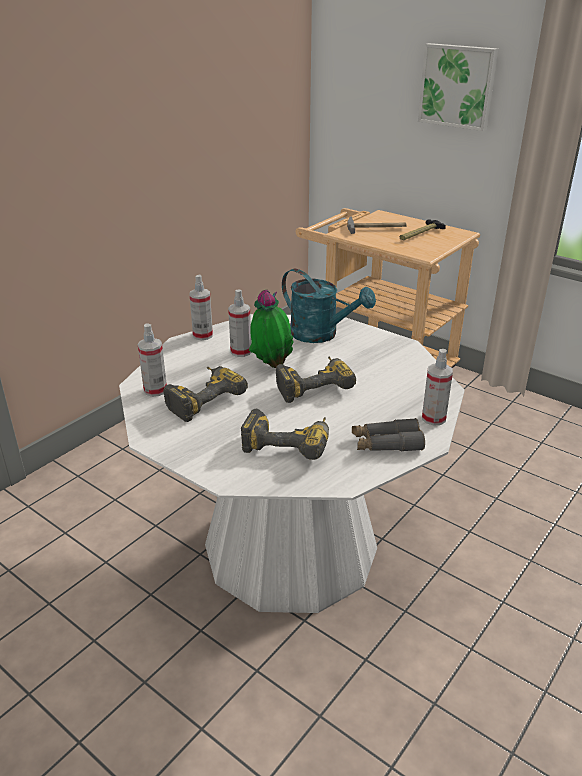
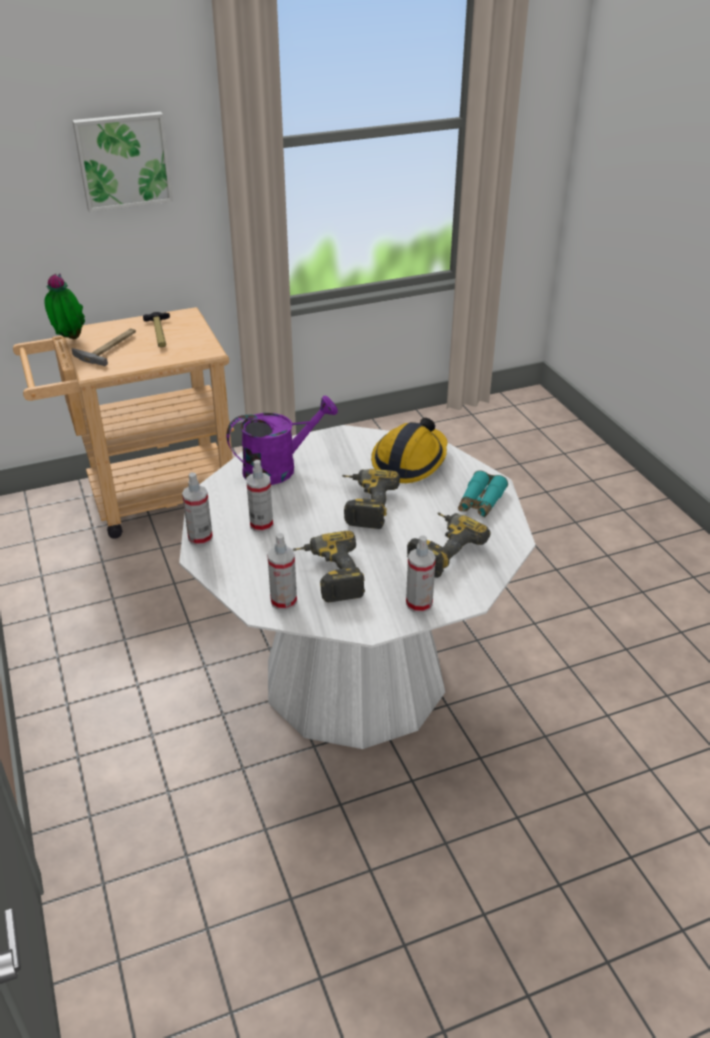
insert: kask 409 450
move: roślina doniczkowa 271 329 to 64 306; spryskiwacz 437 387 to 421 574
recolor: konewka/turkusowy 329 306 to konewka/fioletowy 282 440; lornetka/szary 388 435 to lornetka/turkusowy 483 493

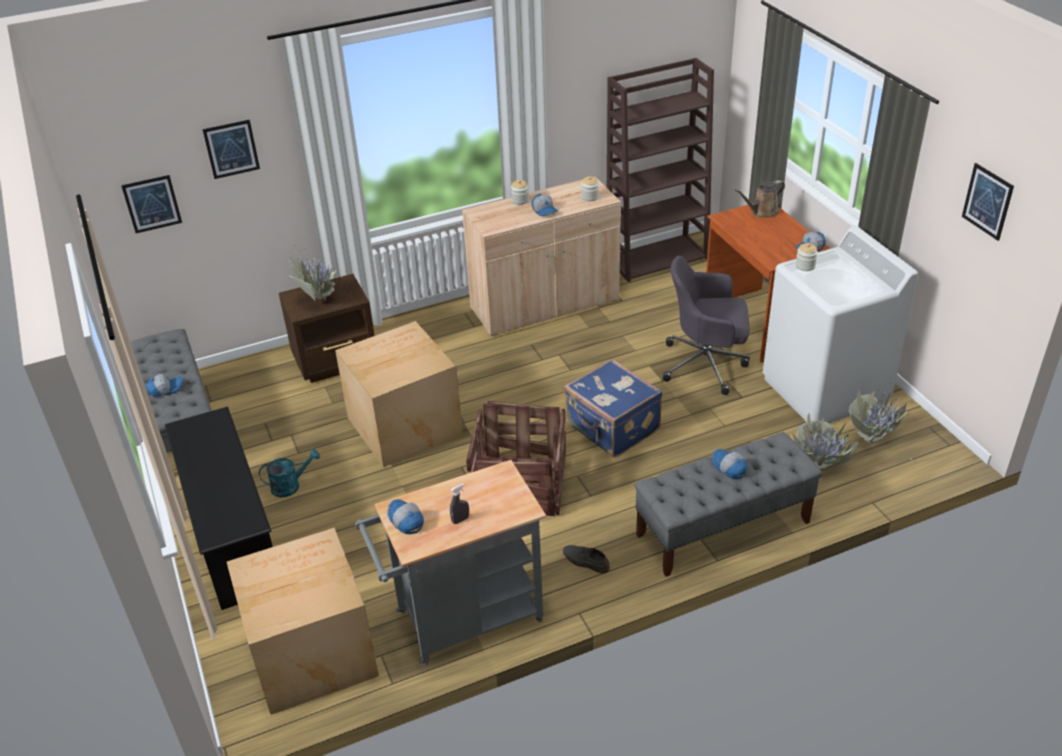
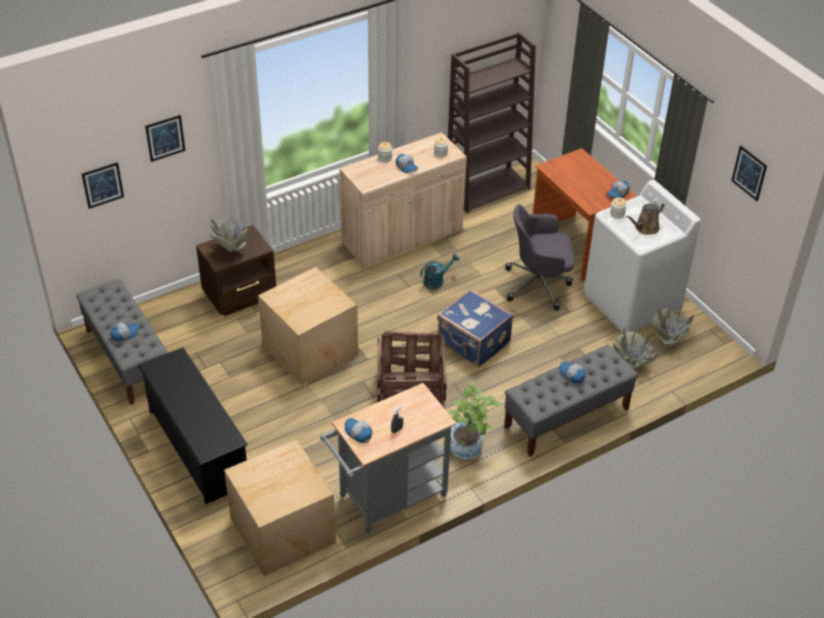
move: konewka/turkusowy 289 473 to 440 271; konewka/brązowy 760 199 to 645 218
replace: but/szary 586 559 to roślina doniczkowa 475 420

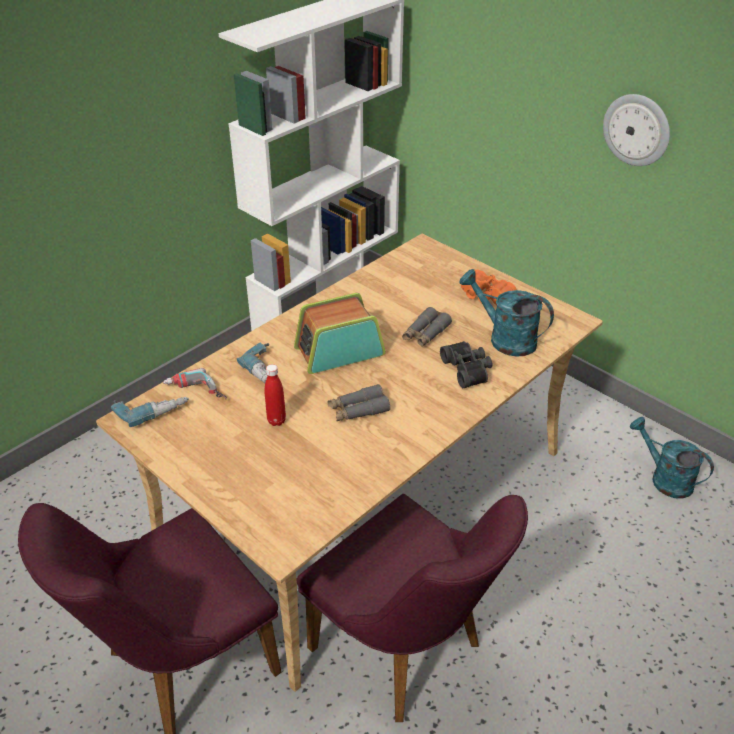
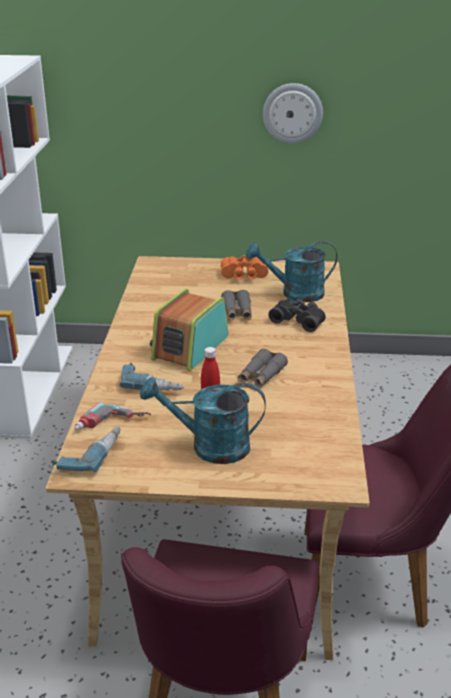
move: konewka/turkusowy 672 458 to 203 420

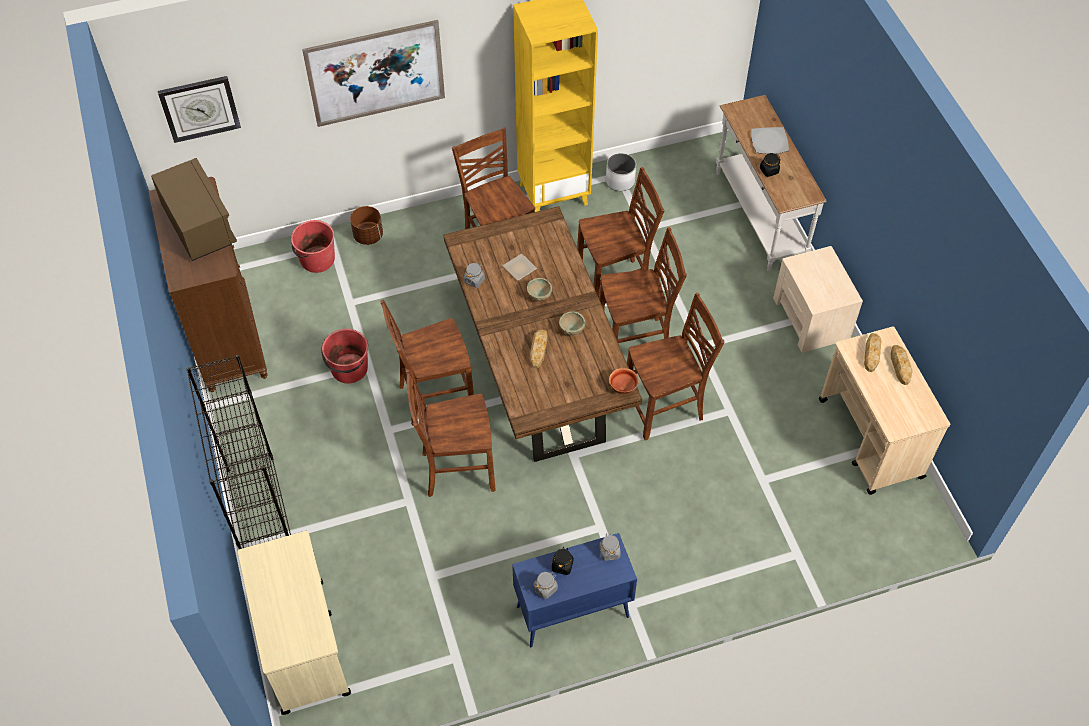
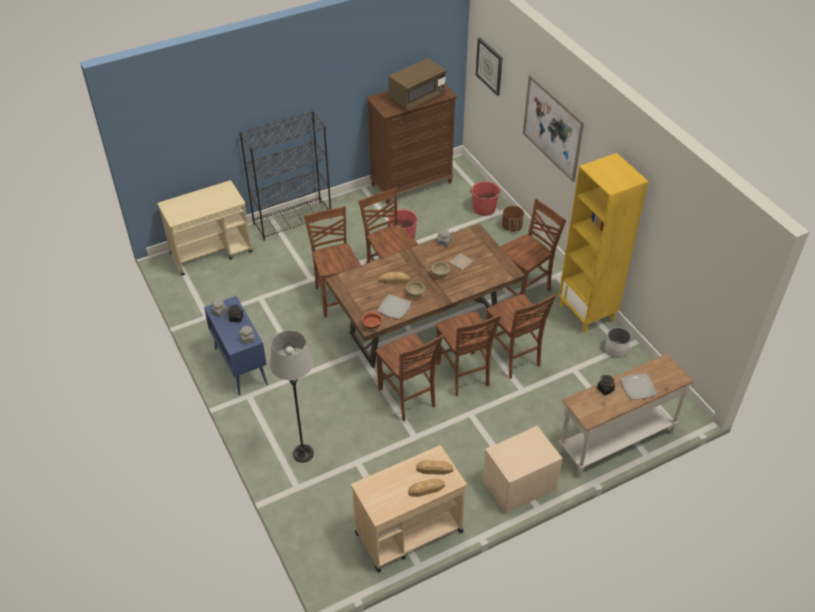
insert: lampa stojąca/szary 292 396; talerz 394 306

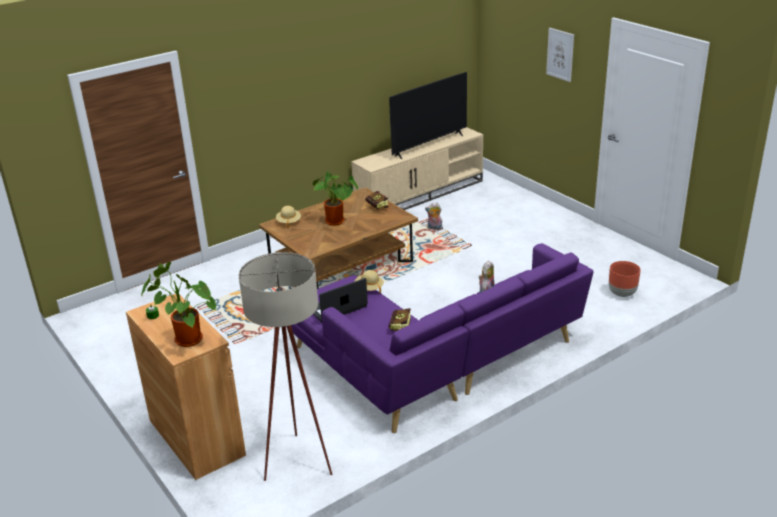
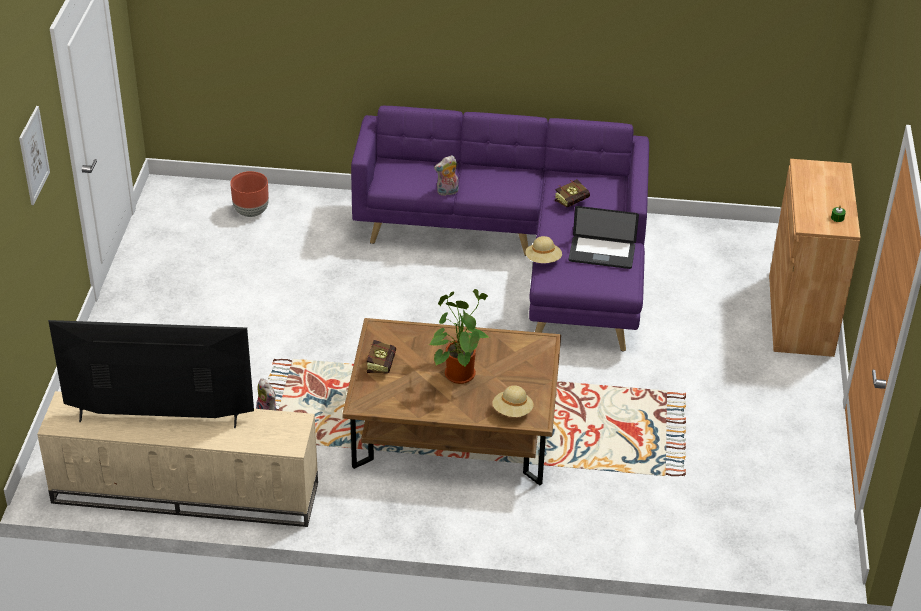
delete: roślina doniczkowa 178 304; lampa stojąca/beżowy 285 366

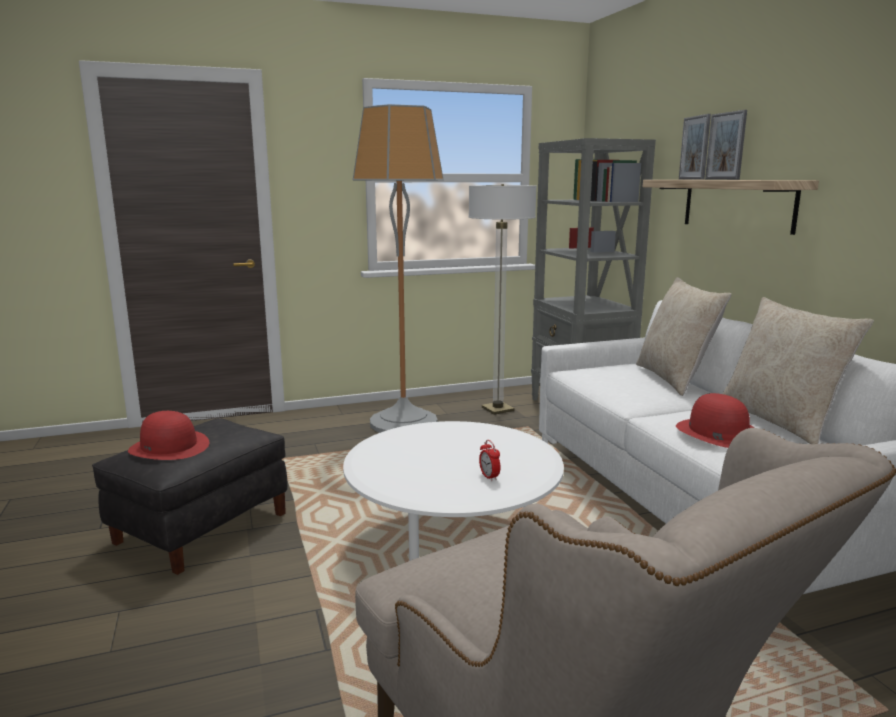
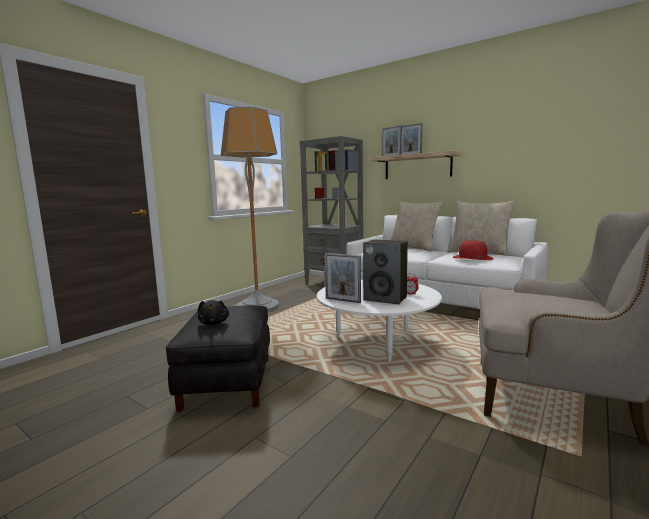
delete: lampa stojąca 503 299
insert: ramka na zdjęcie 343 278; głośnik 385 272
replace: kapelusz/czerwony 168 435 to pluszak/czarny 213 312

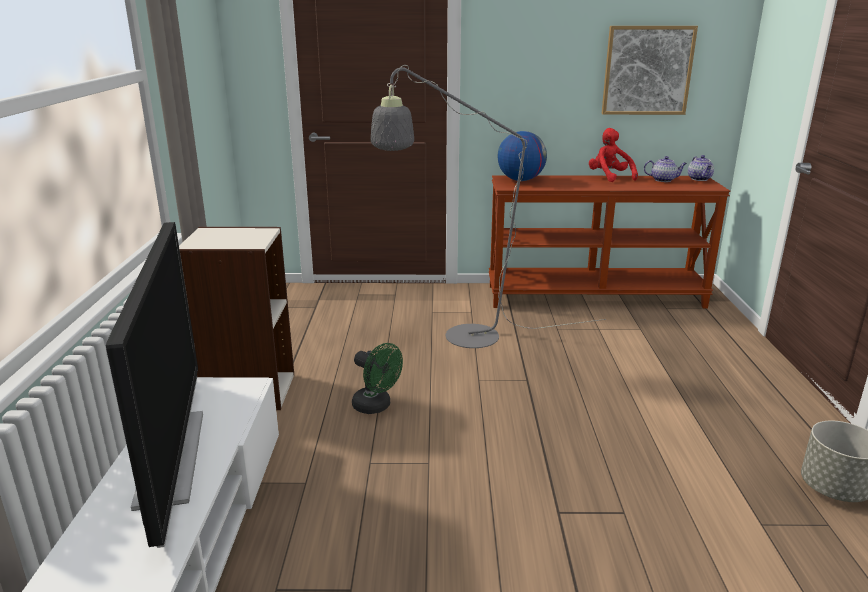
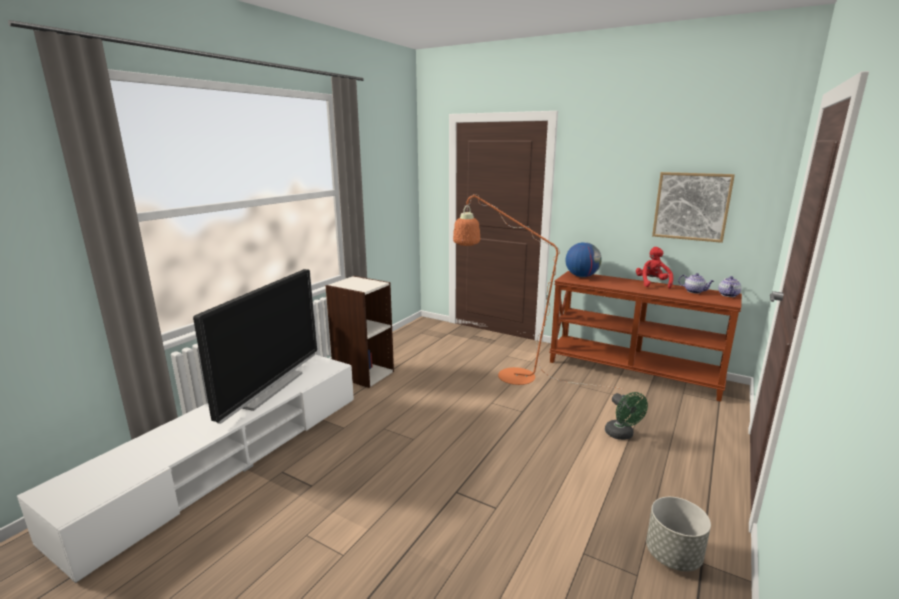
move: wentylator/zielony 377 378 to 626 416
recolor: lampa stojąca/szary 488 206 to lampa stojąca/pomarańczowy 538 291

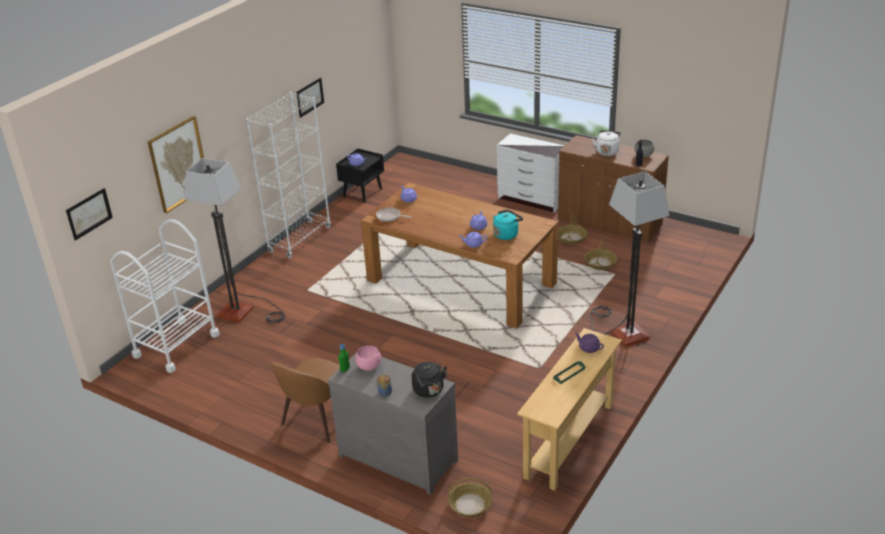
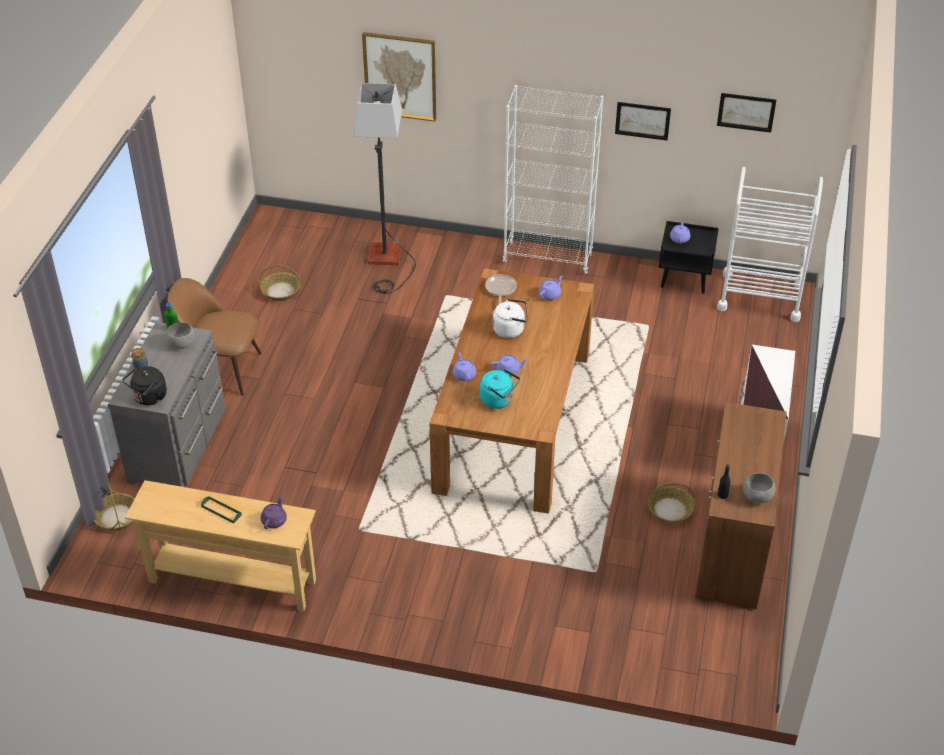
delete: lampa stojąca 629 259
move: obraz 89 214 to 746 113; wózek/biały 165 296 to 770 244; koszyk 600 254 to 280 283; czajnik/biały 606 143 to 510 318
recolor: miska/różowy 368 358 to miska/szary 180 335

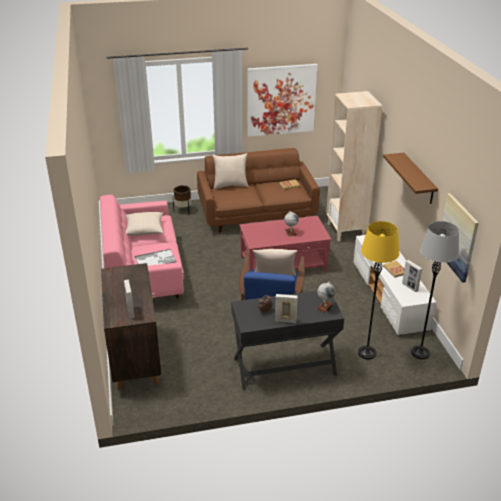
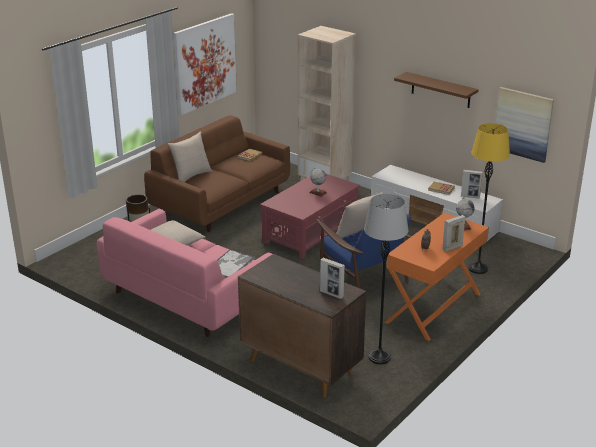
move: lampa stojąca/szary 435 290 to 386 279
recolor: biurko/czarny 287 340 to biurko/pomarańczowy 436 277

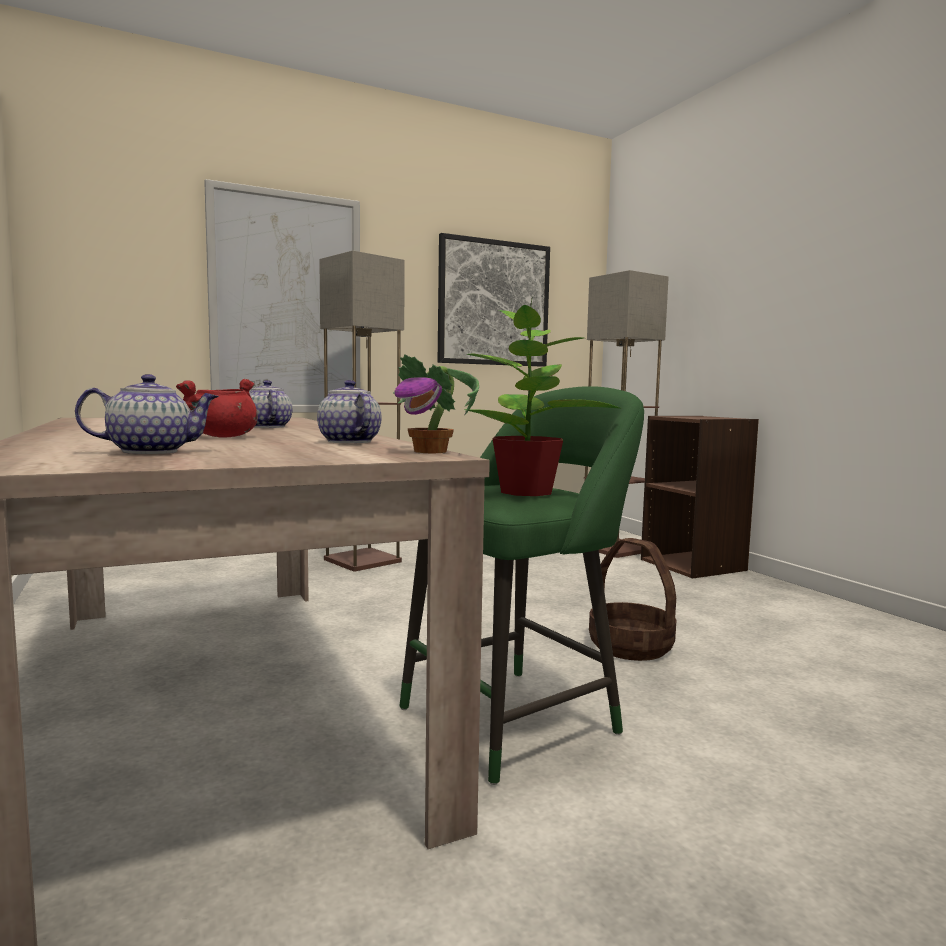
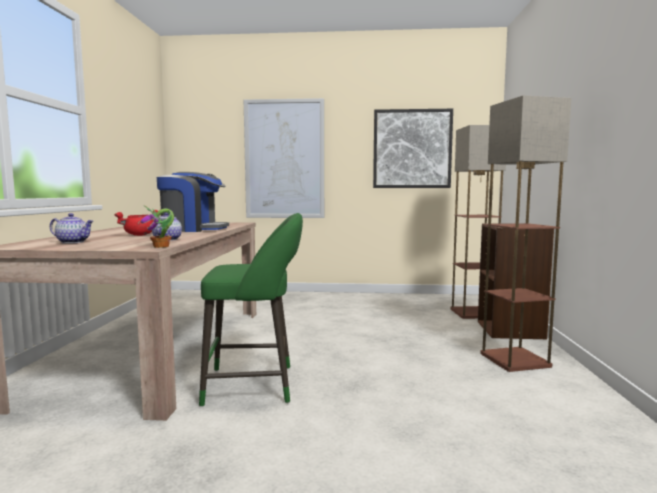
delete: roślina doniczkowa 542 397; koszyk 632 599
move: lampa stojąca 362 411 to 525 233
replace: imbryk 270 404 to ekspres do kawy 193 202

